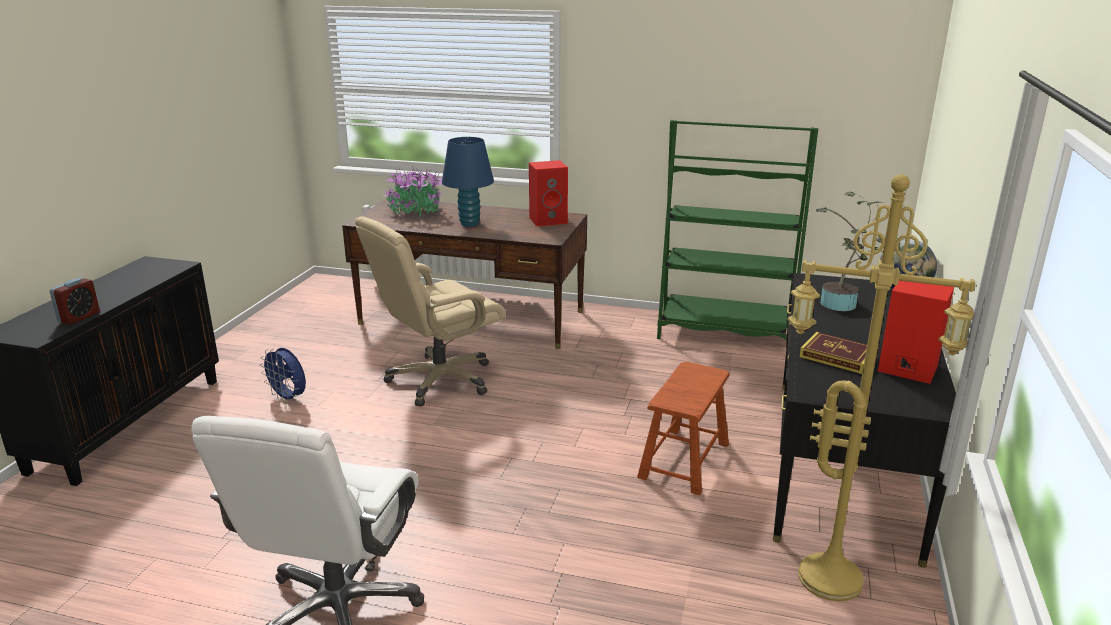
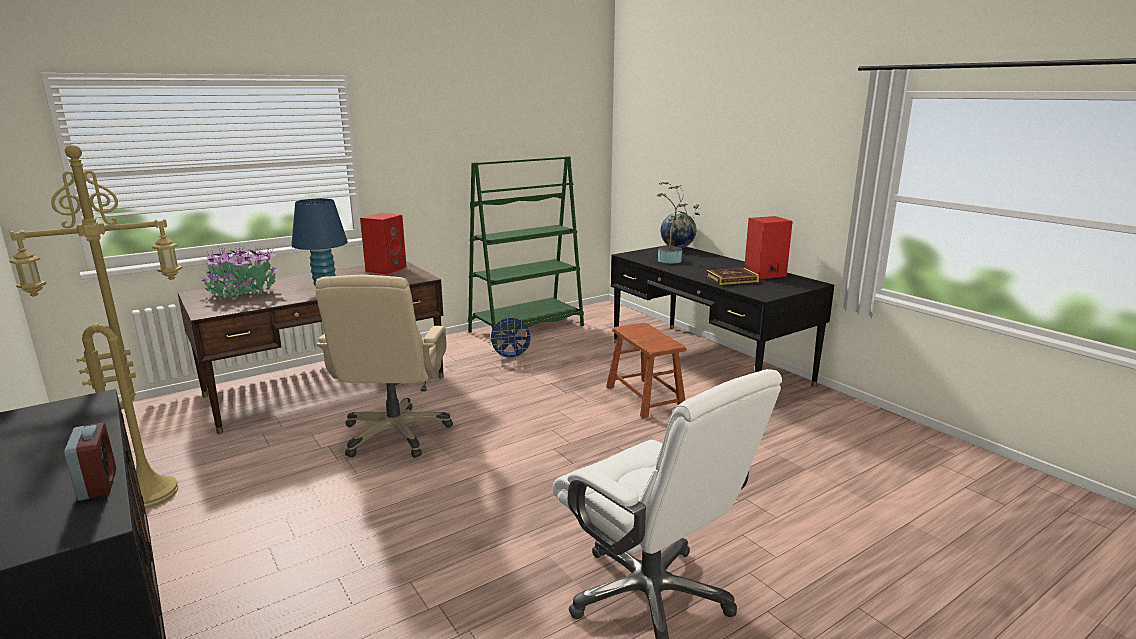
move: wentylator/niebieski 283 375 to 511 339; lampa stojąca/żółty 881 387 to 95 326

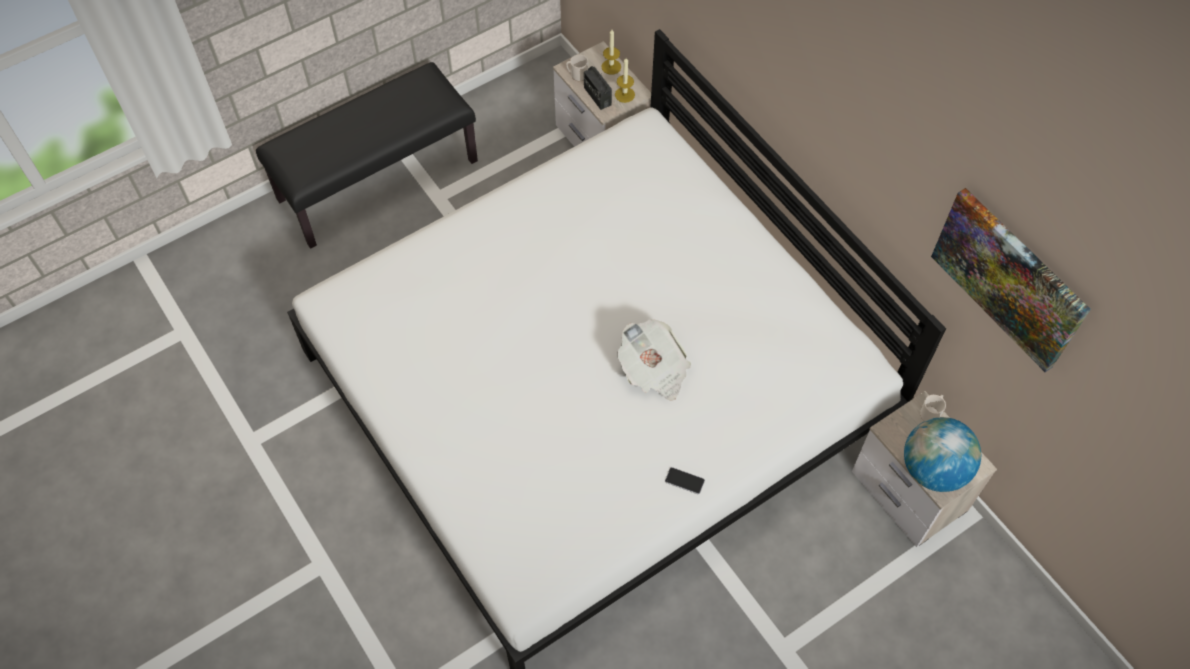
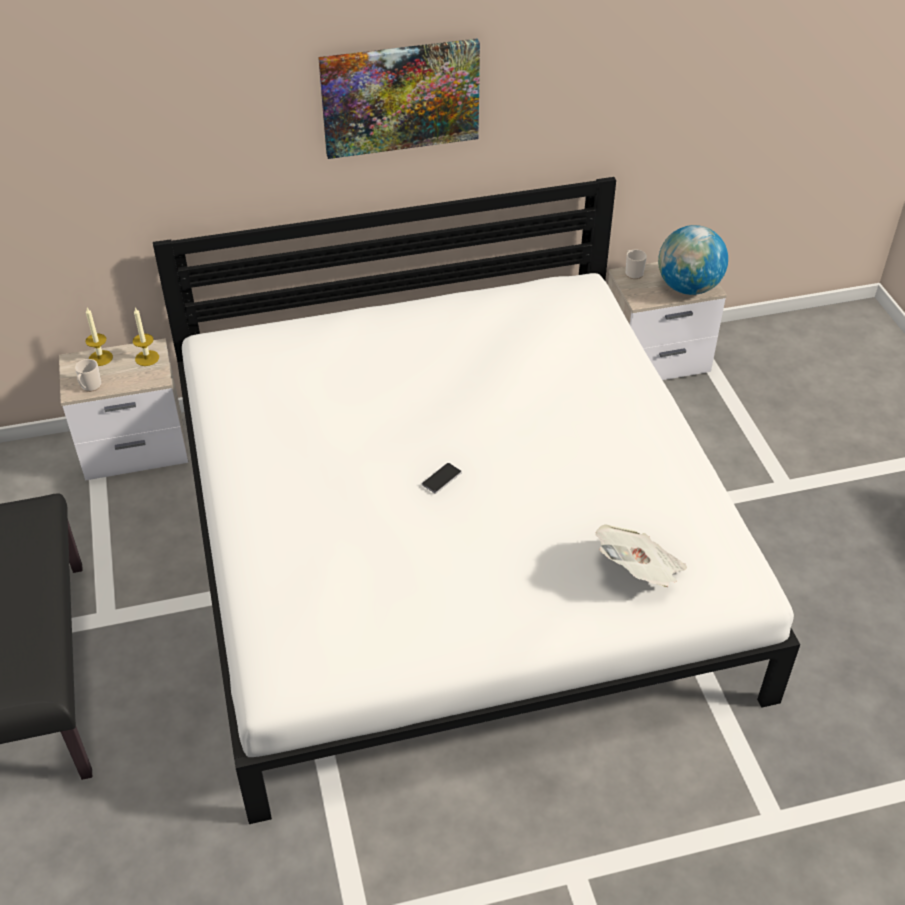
delete: radio 598 88
move: gazeta 654 360 to 641 555; telefon 685 480 to 442 478; obraz 1011 280 to 399 98

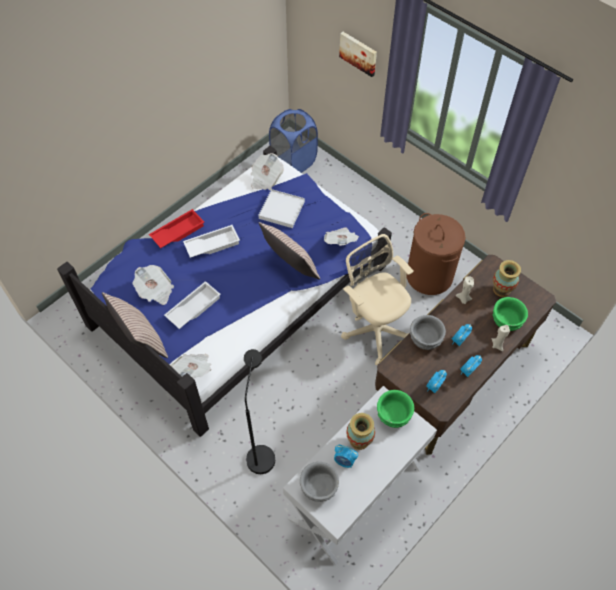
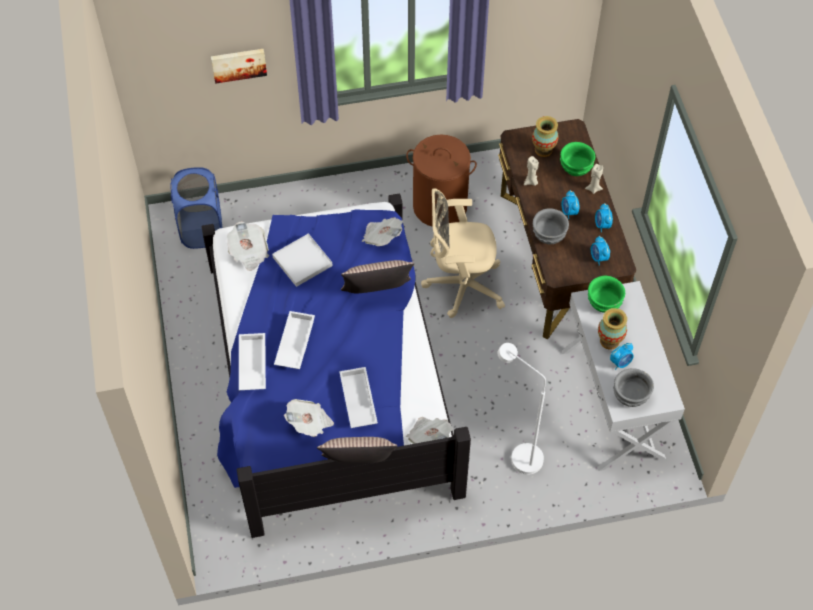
recolor: taca/czerwony 176 228 to taca/biały 252 361; lampa stojąca/czarny 259 411 to lampa stojąca/biały 522 409

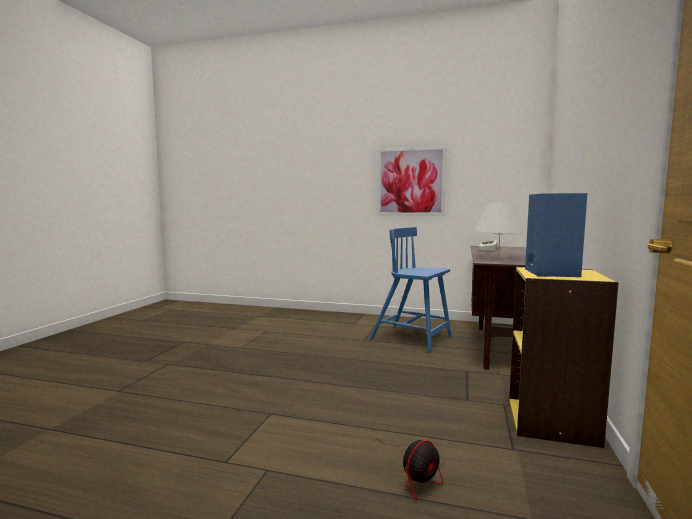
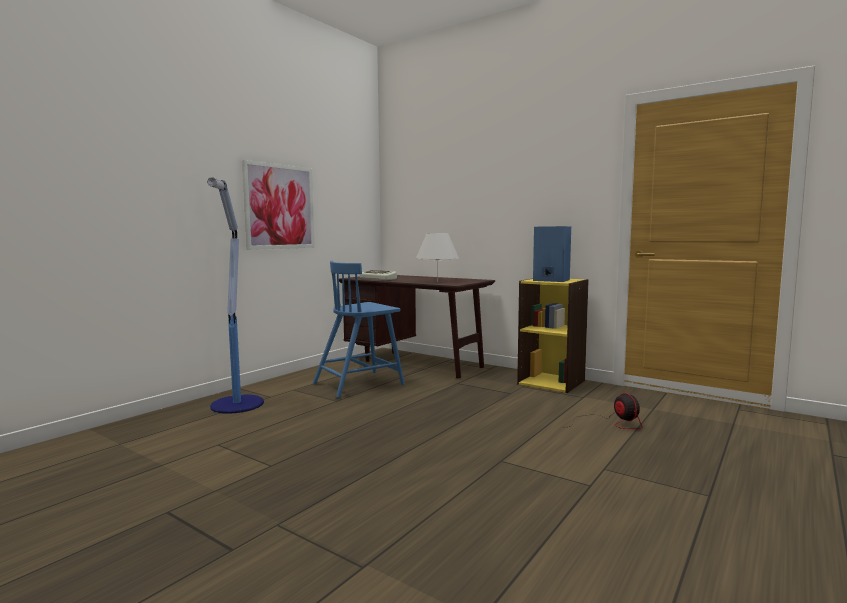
insert: lampa stojąca 235 295

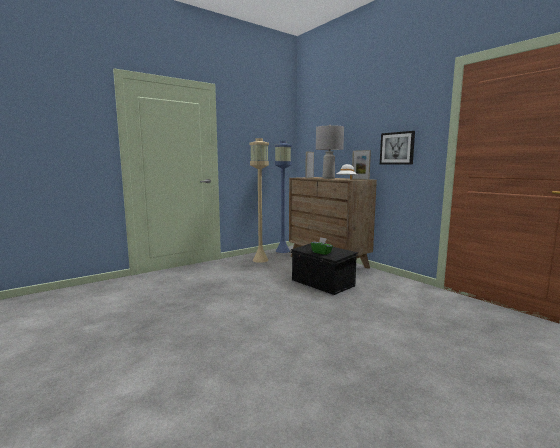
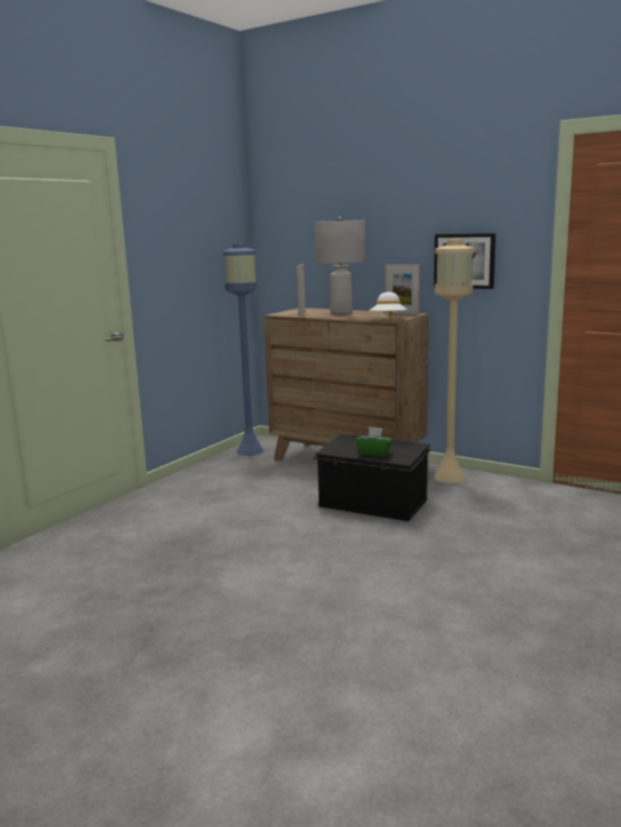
move: lampa stojąca/beżowy 259 200 to 454 361

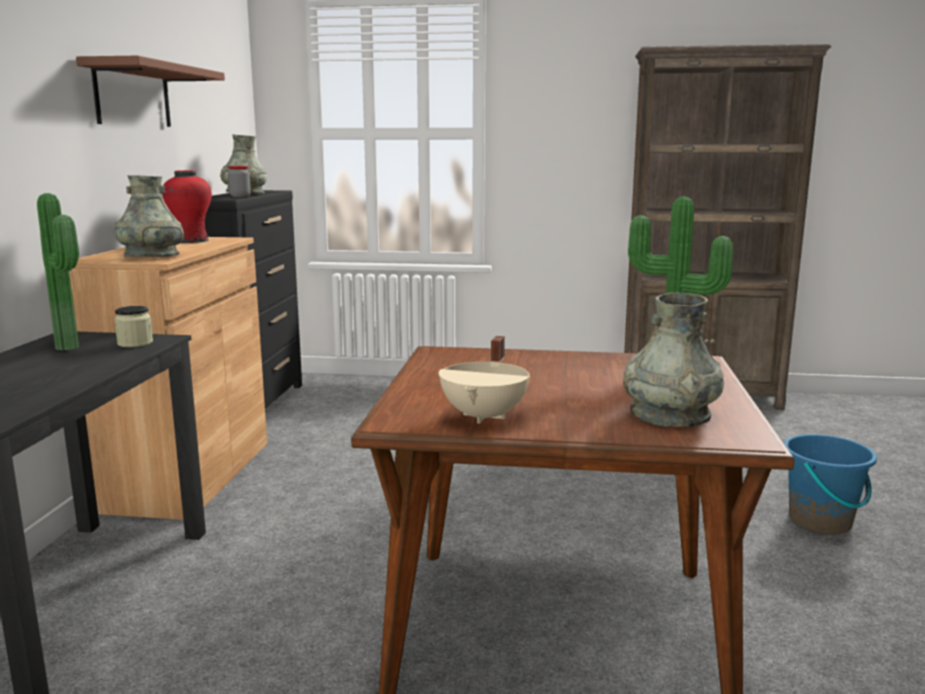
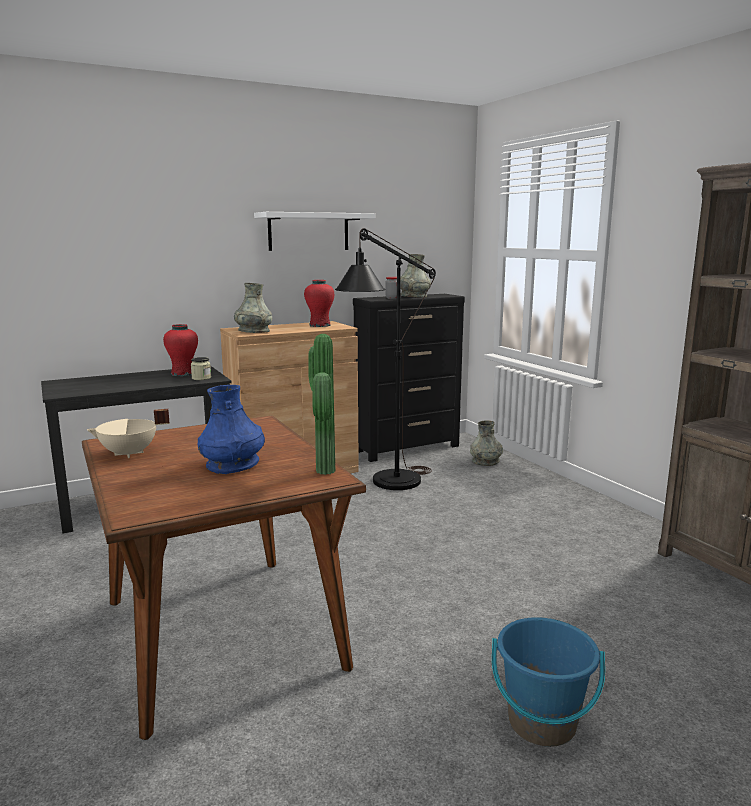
insert: wazon/niebieski 231 429; lampa stojąca/czarny 385 359
move: wazon/szary 673 360 to 486 443
replace: roślina doniczkowa 58 272 to wazon/czerwony 180 350
recolor: półka/brązowy 150 91 to półka/biały 314 231

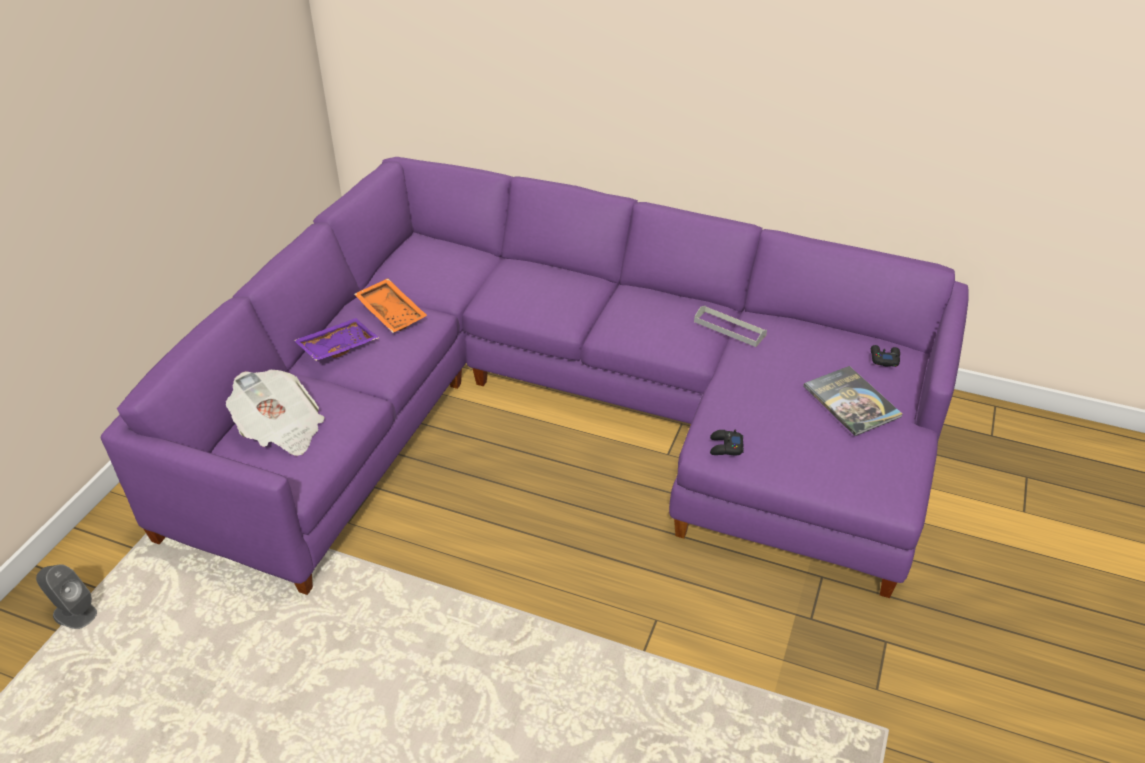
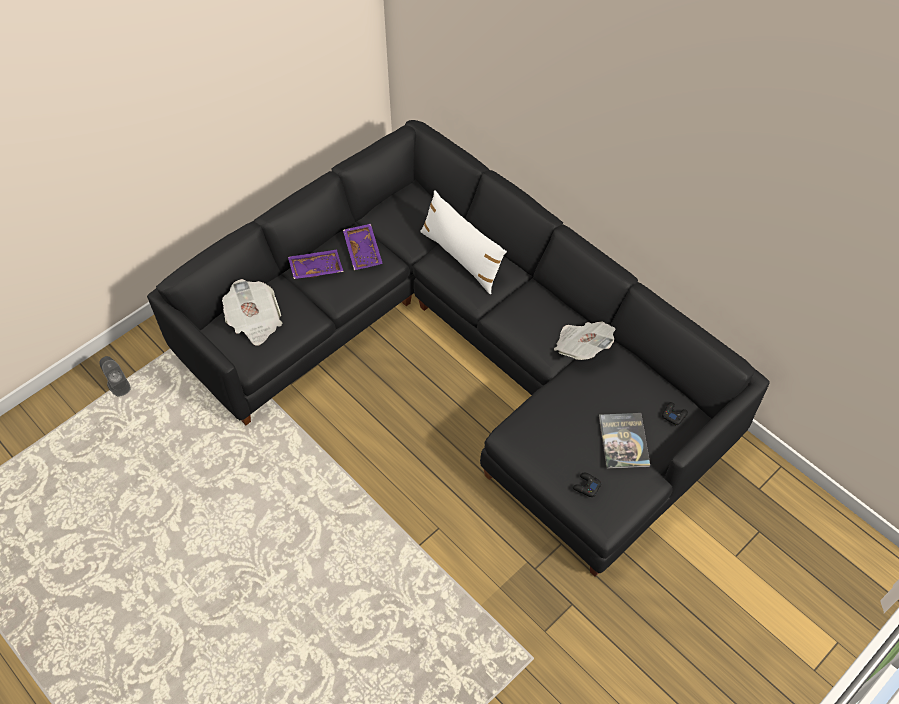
insert: poduszka/biały 463 242
move: pad do gier/czarny 727 442 to 587 485
replace: taca/szary 730 326 to gazeta 584 340
recolor: kanapa/fioletowy 534 377 to kanapa/czarny 458 348; taca/pomarańczowy 390 305 to taca/fioletowy 363 247

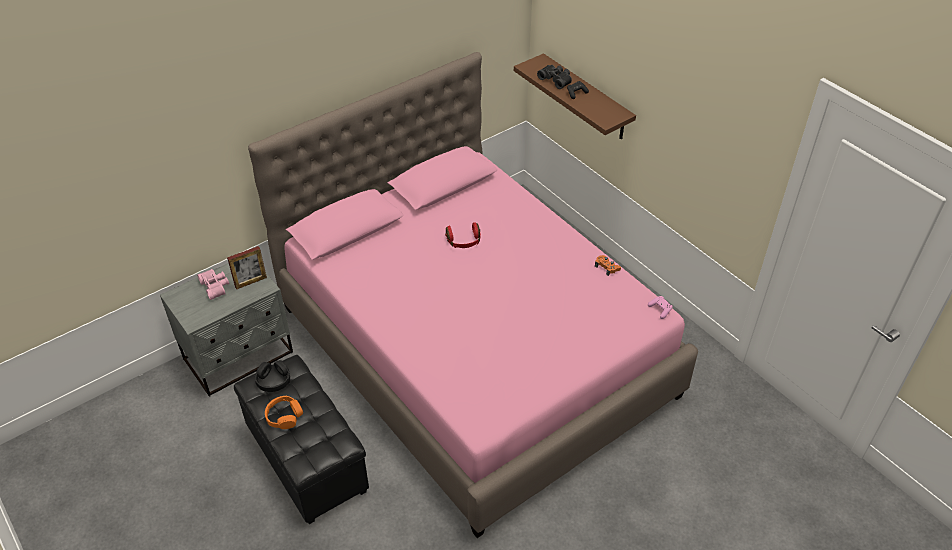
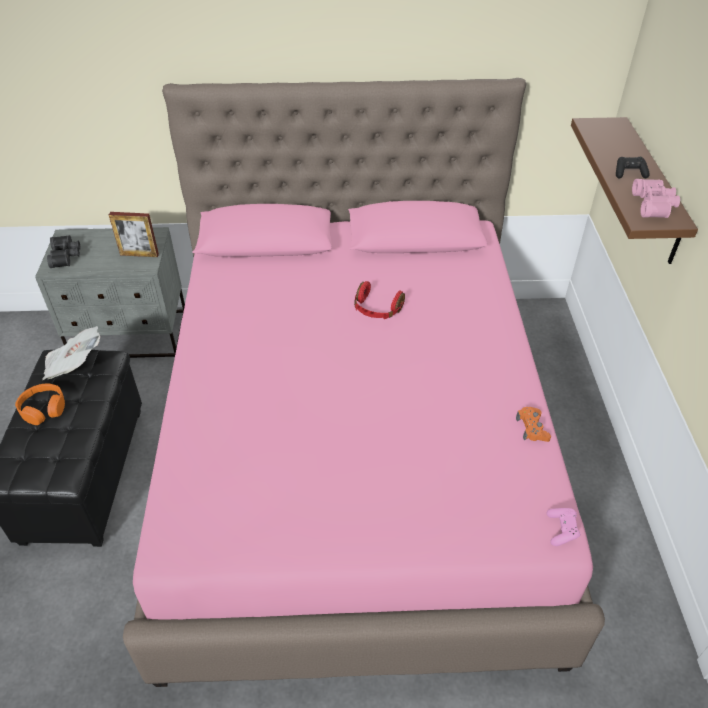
move: lornetka/różowy 213 284 to 656 198; lornetka/czarny 554 77 to 64 251
replace: słuchawki/czarny 272 376 to gazeta 71 353

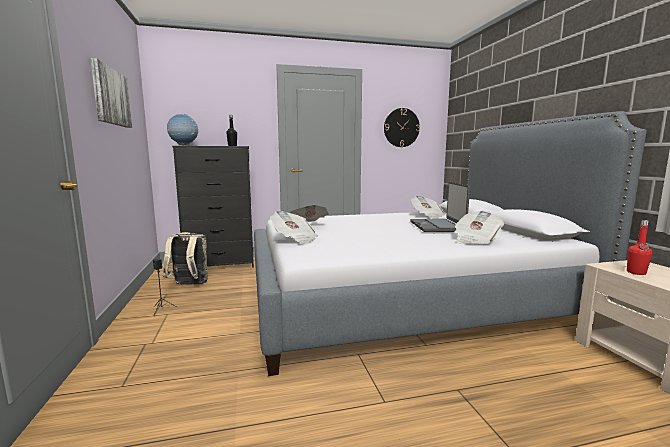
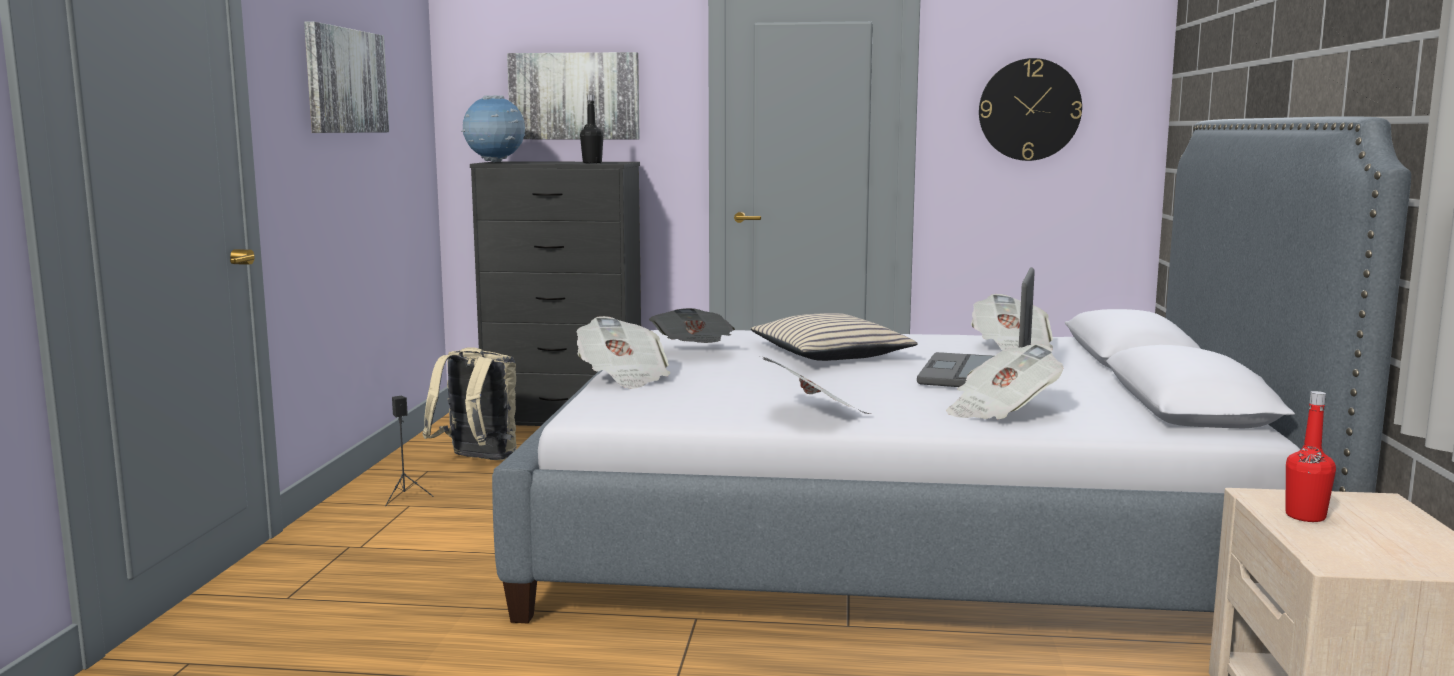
insert: obraz 573 95; poduszka/beżowy 834 337; gazeta 815 385

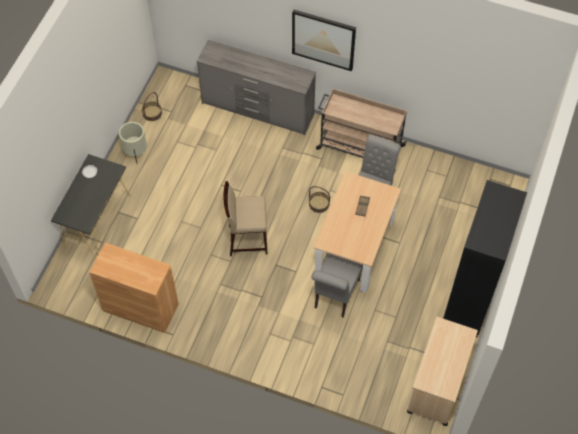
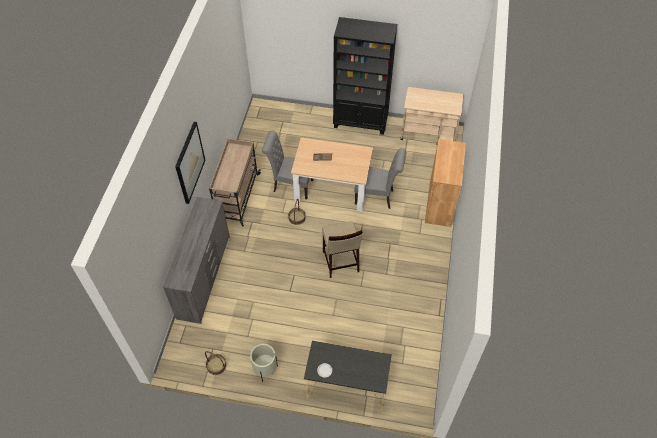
move: szafka/brązowy 134 288 to 445 183

